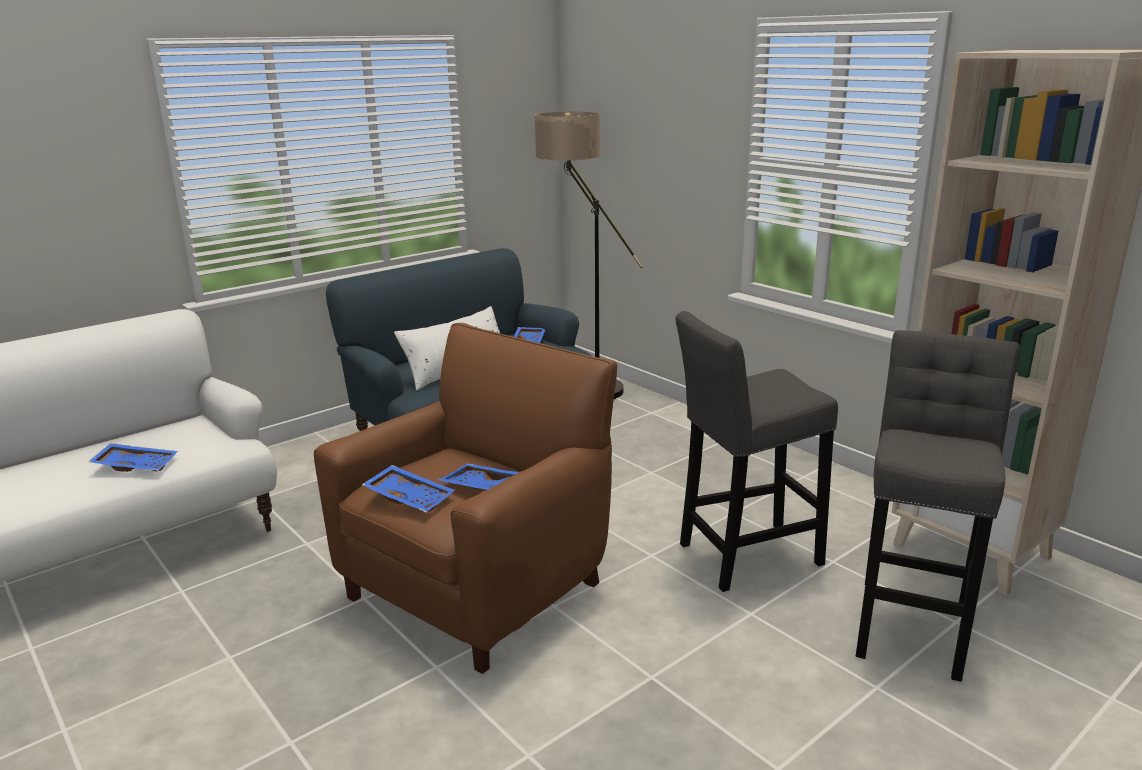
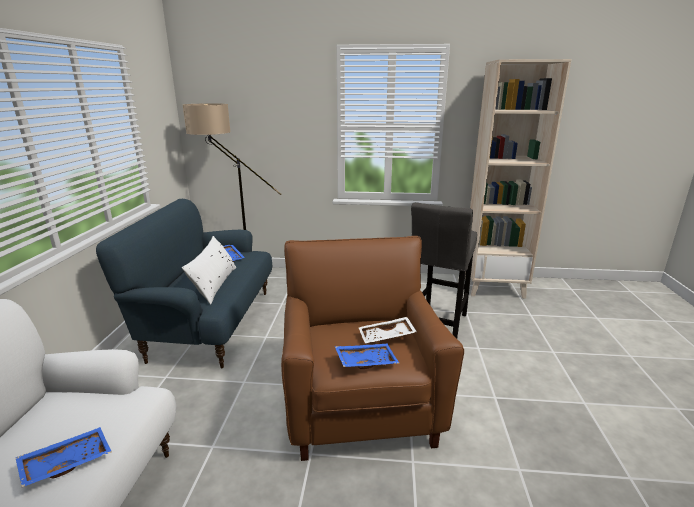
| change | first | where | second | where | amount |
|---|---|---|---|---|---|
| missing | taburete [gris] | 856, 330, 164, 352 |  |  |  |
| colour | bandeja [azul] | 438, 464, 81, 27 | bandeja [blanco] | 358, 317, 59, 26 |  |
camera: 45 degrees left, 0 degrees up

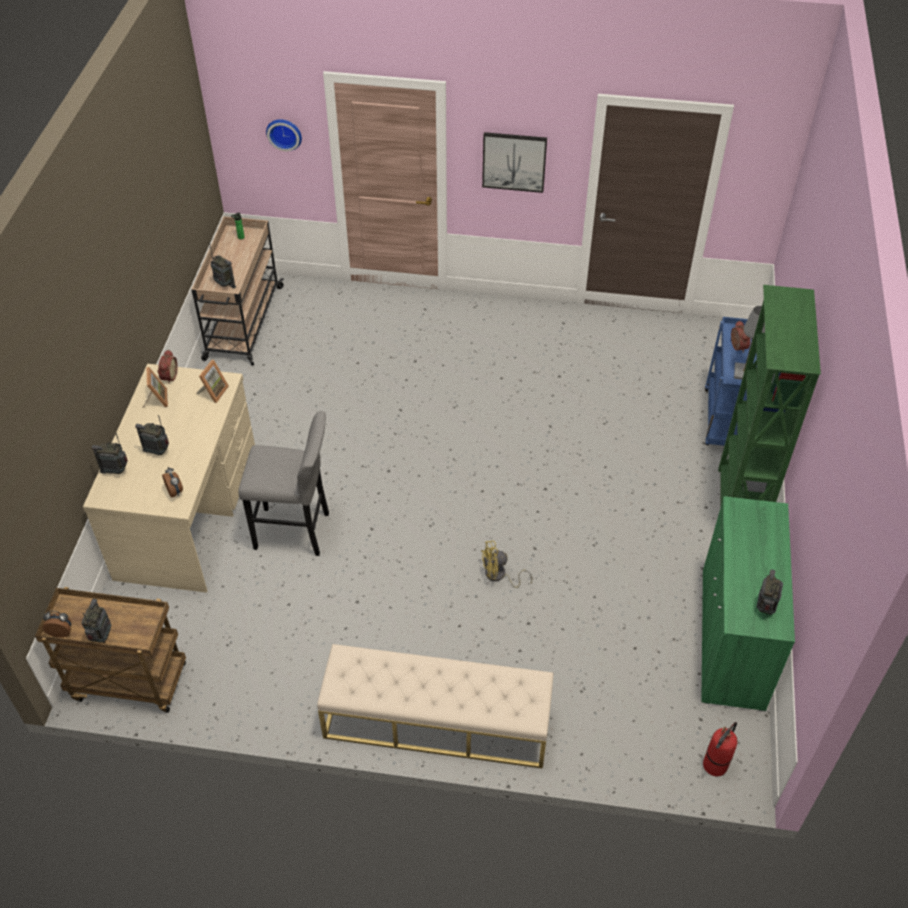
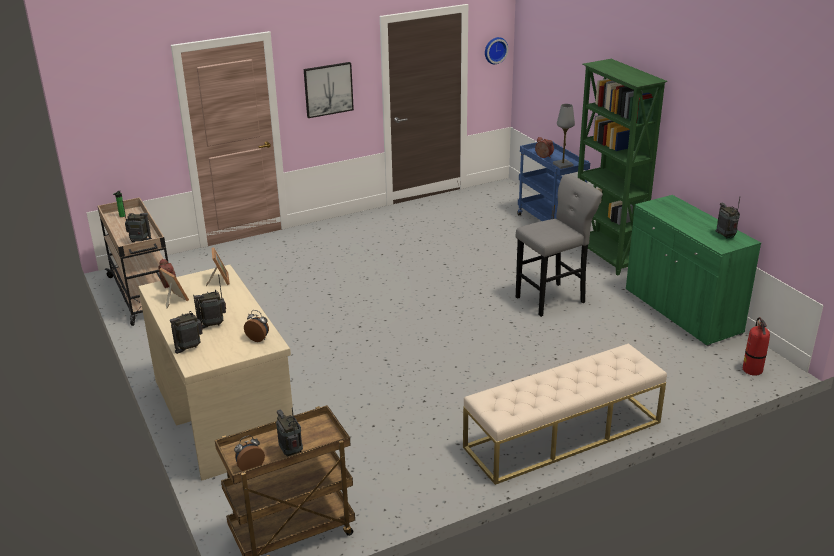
| change | first | where | second | where | amount |
|---|---|---|---|---|---|
| missing | ventilador [amarillo] | 481, 541, 51, 47 |  |  |  |
| relocated | taburete [gris] | 238, 411, 91, 145 |  | 515, 174, 88, 143 |  |
| relocated | reloj de pared | 266, 119, 36, 32 |  | 485, 37, 23, 27 |  |
camera: 35 degrees left, 20 degrees down

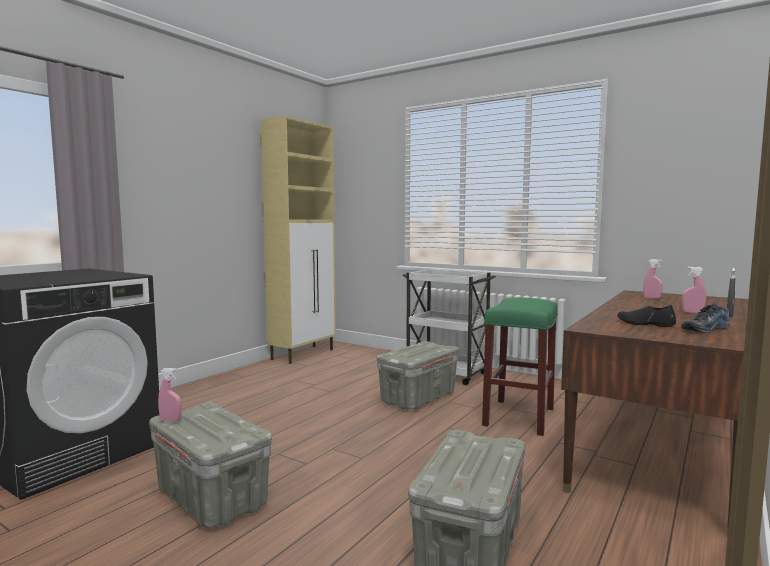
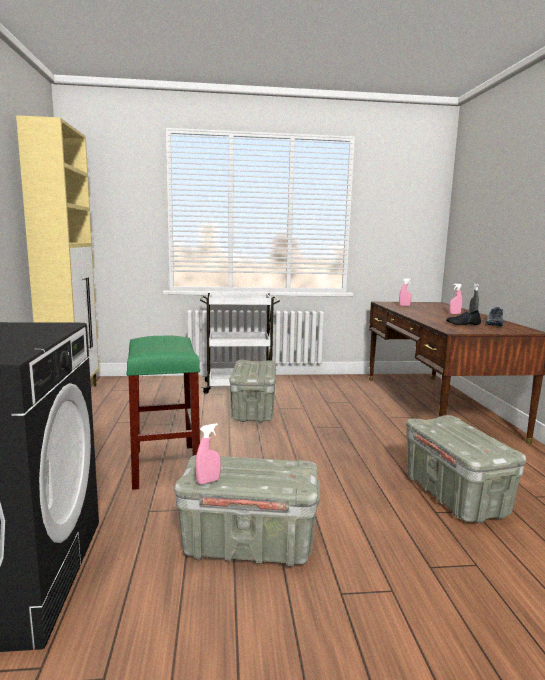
| change | first | where | second | where | amount |
|---|---|---|---|---|---|
| relocated | taburete [verde] | 482, 298, 76, 138 |  | 126, 335, 74, 155 |  |
camera: 40 degrees left, 5 degrees up

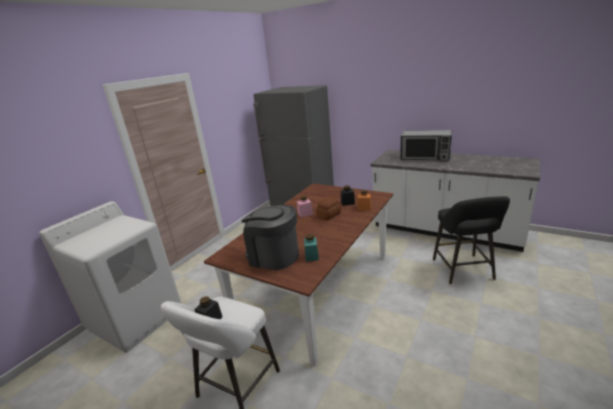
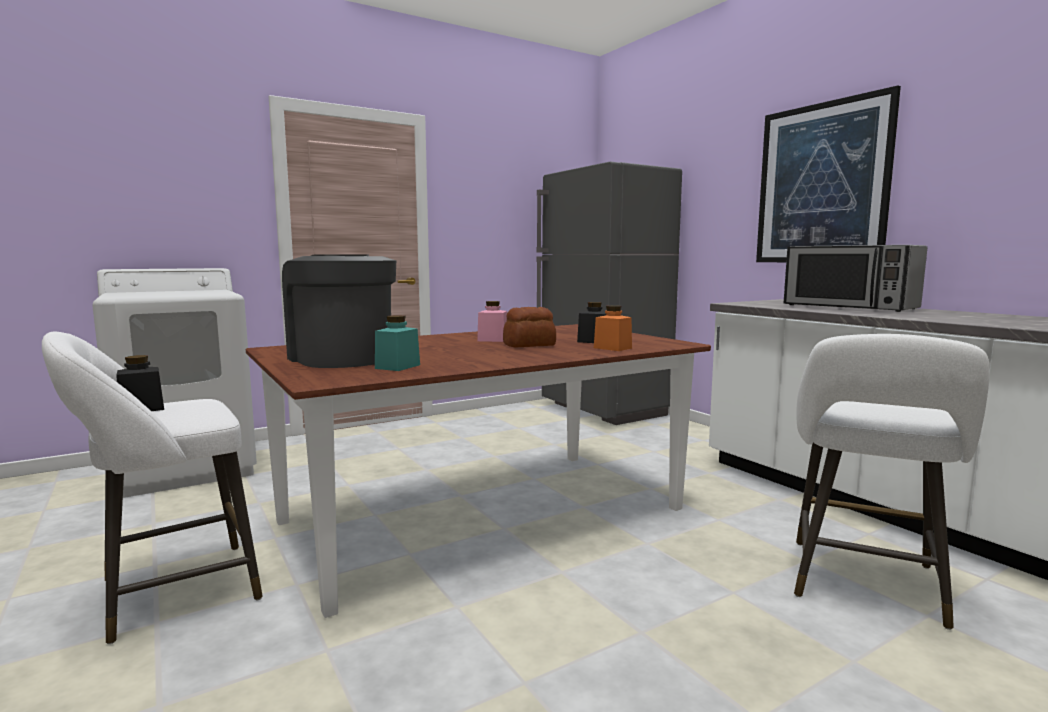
| change | first | where | second | where | amount |
|---|---|---|---|---|---|
| appeared |  |  | cuadro | 756, 85, 145, 177 |  |
| colour | taburete [negro] | 433, 196, 77, 88 | taburete [blanco] | 794, 334, 196, 296 |  |
camera: 25 degrees right, 15 degrees down

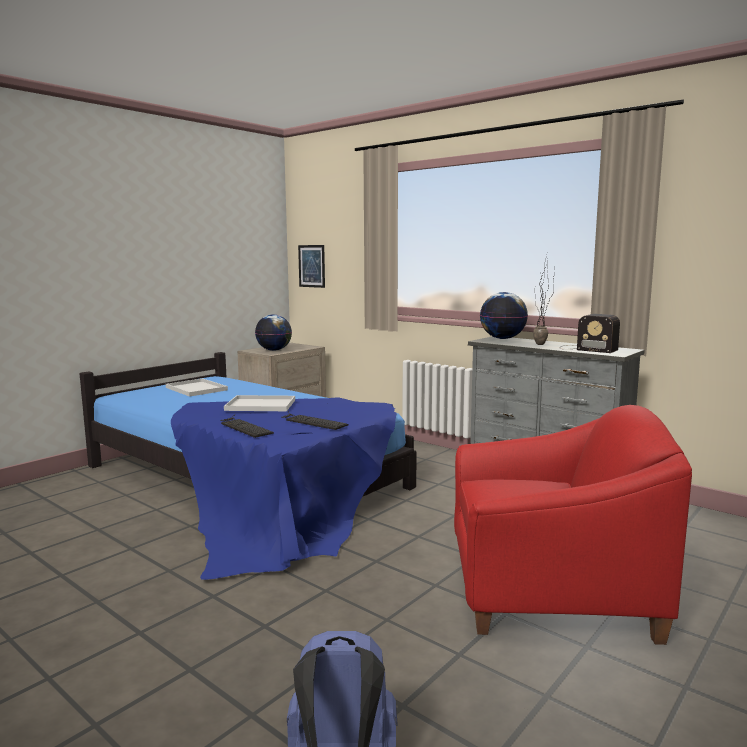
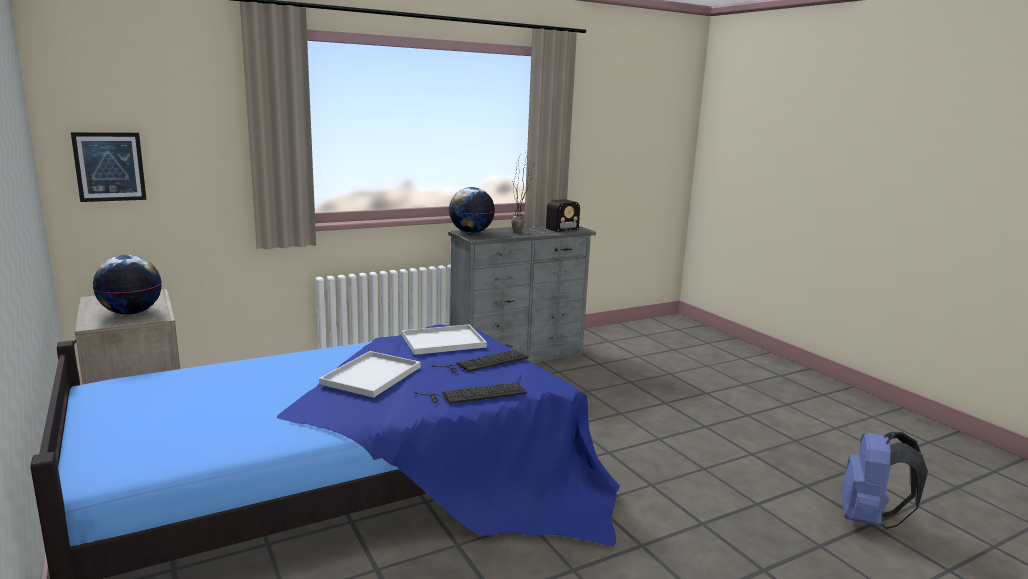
| change | first | where | second | where | amount |
|---|---|---|---|---|---|
| missing | sillón [rojo] | 454, 405, 238, 240 |  |  |  |
| relocated | bandeja [blanco] | 166, 378, 62, 19 |  | 402, 324, 85, 31 |  |
camera: 70 degrees left, 5 degrees up

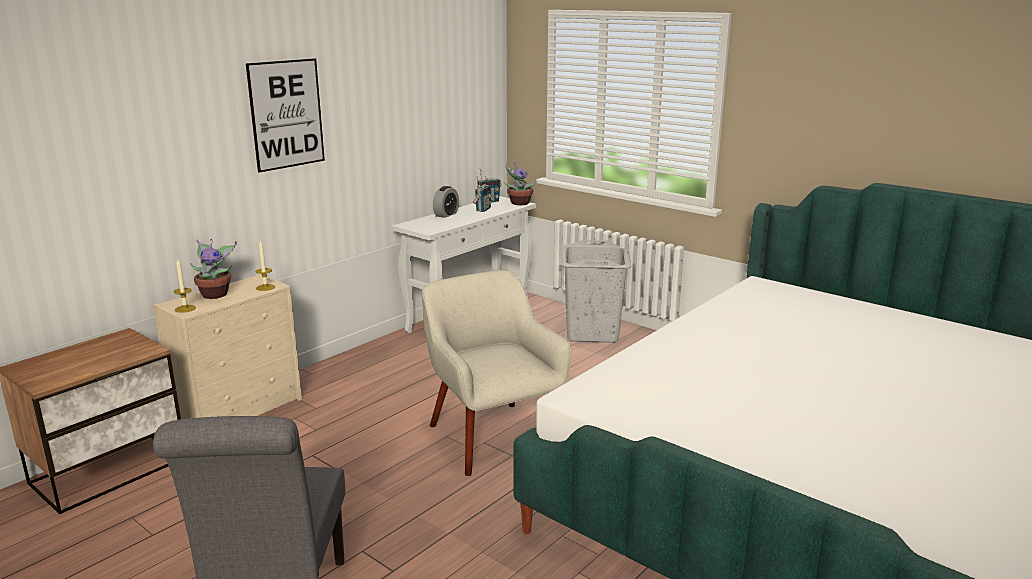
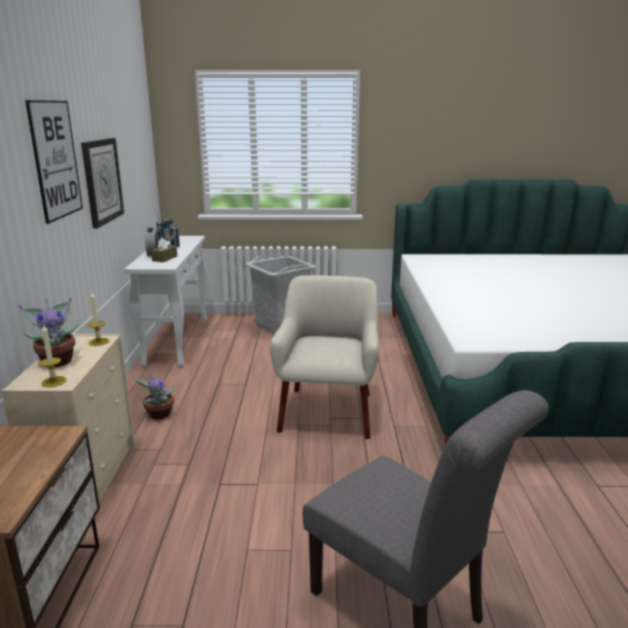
| change | first | where | second | where | amount |
|---|---|---|---|---|---|
| appeared |  |  | reloj de pared | 81, 138, 44, 90 |  |
| appeared |  |  | caja de pañuelos [marrón] | 151, 238, 26, 24 |  |
| relocated | planta en maceta | 504, 162, 33, 43 |  | 133, 373, 42, 47 |  |
| spun | sillón [beis] | 422, 270, 149, 206 |  | 270, 275, 109, 164 | 75 degrees clockwise |
camera: 40 degrees left, 0 degrees up

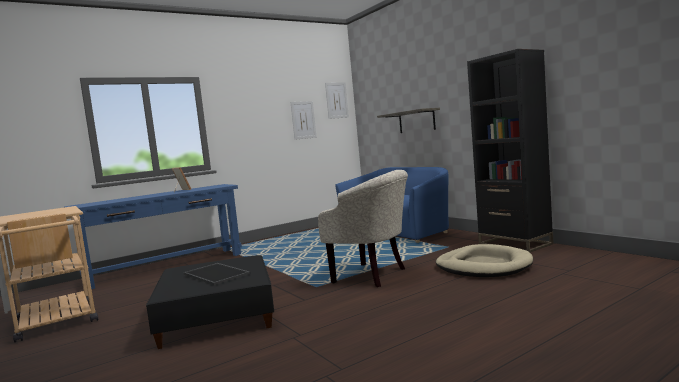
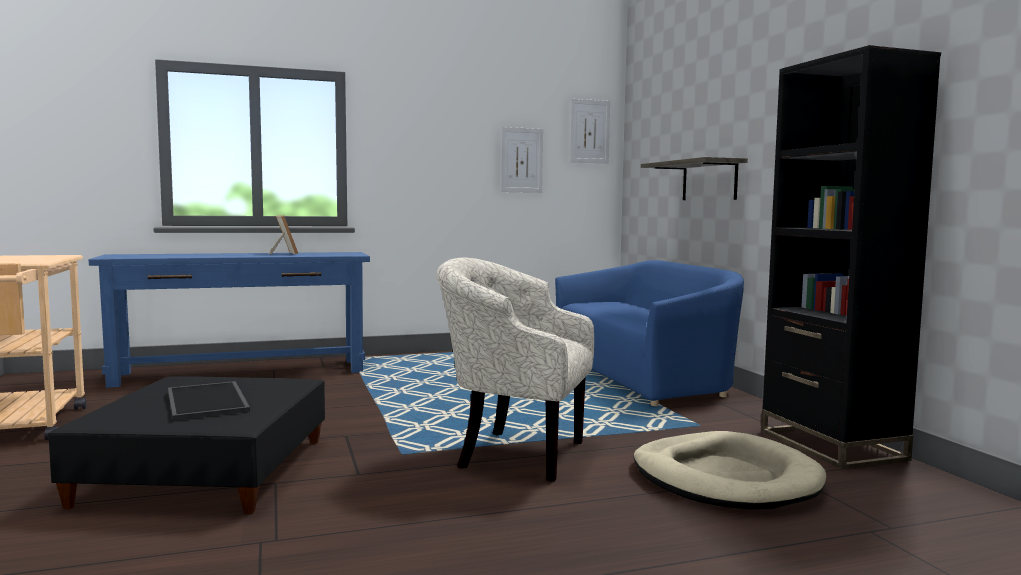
| change | first | where | second | where | amount |
|---|---|---|---|---|---|
| spun | sillón [beis] | 318, 170, 90, 117 |  | 436, 257, 158, 225 | 150 degrees clockwise |
camera: 15 degrees right, 0 degrees up

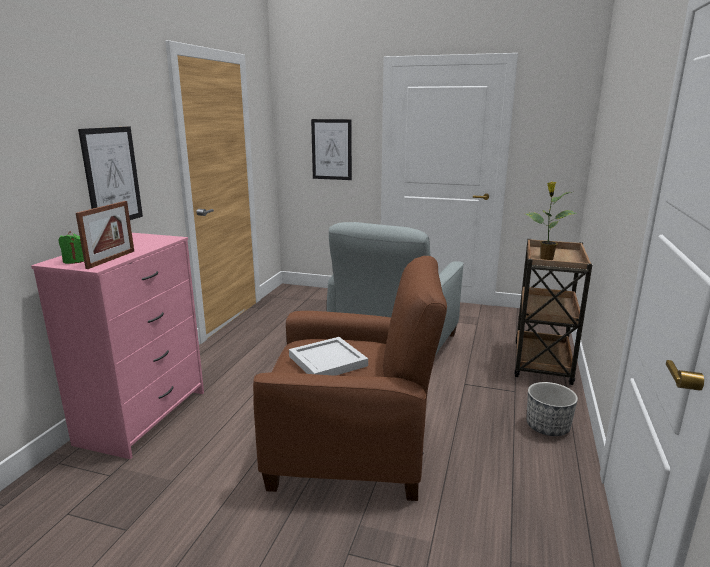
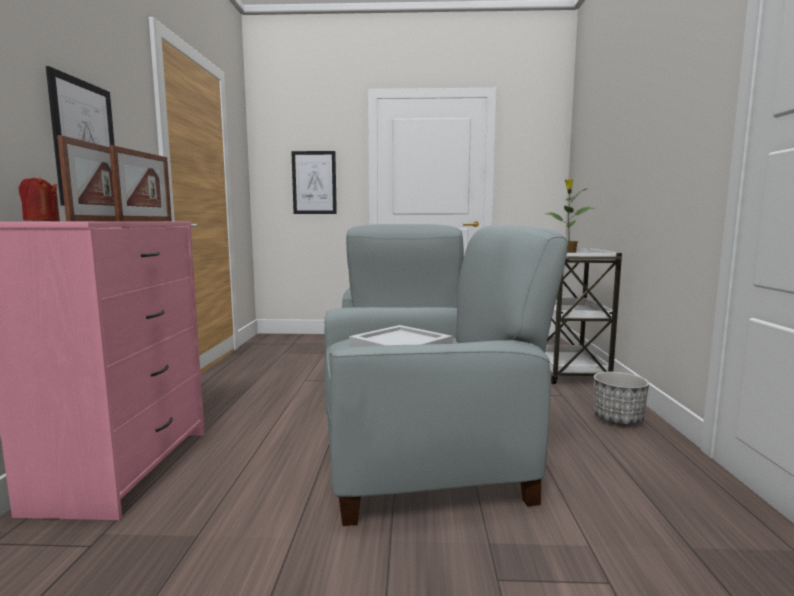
| change | first | where | second | where | amount |
|---|---|---|---|---|---|
| appeared |  |  | portarretratos | 109, 145, 63, 76 |  |
| colour | vela [verde] | 58, 231, 26, 33 | vela [rojo] | 19, 176, 41, 45 |  |
| colour | sillón [marrón] | 253, 256, 194, 245 | sillón [gris] | 324, 225, 244, 301 |  |
| colour | carrito [marrón] | 514, 239, 78, 146 | carrito [blanco] | 545, 248, 77, 136 |  |
camera: 15 degrees left, 10 degrees down

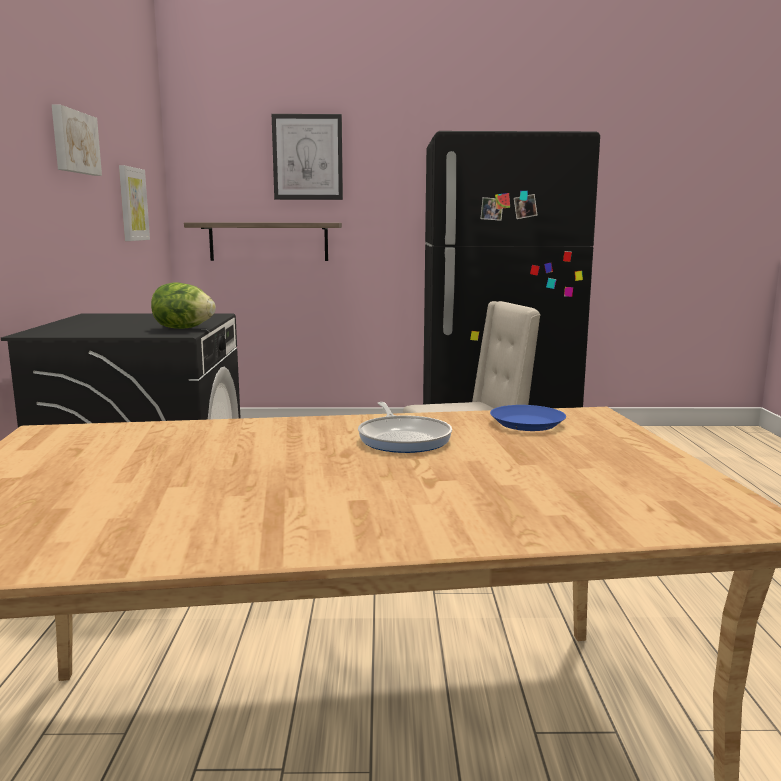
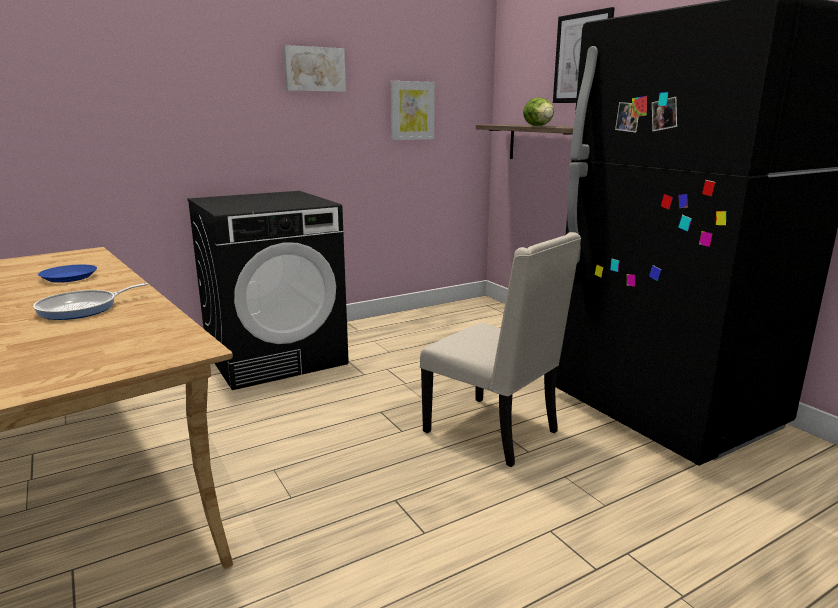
| change | first | where | second | where | amount |
|---|---|---|---|---|---|
| relocated | lechuga | 151, 283, 65, 46 |  | 523, 97, 31, 29 |  |
| relocated | plato [azul] | 490, 405, 76, 26 |  | 38, 264, 59, 19 |  |
camera: 60 degrees right, 5 degrees up

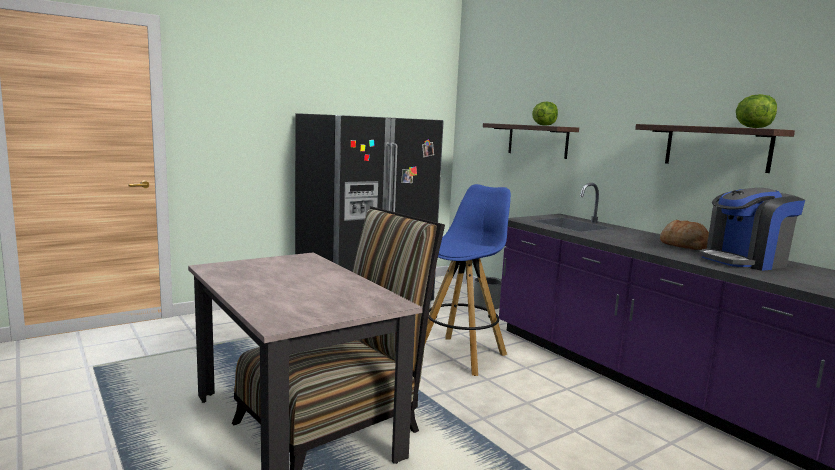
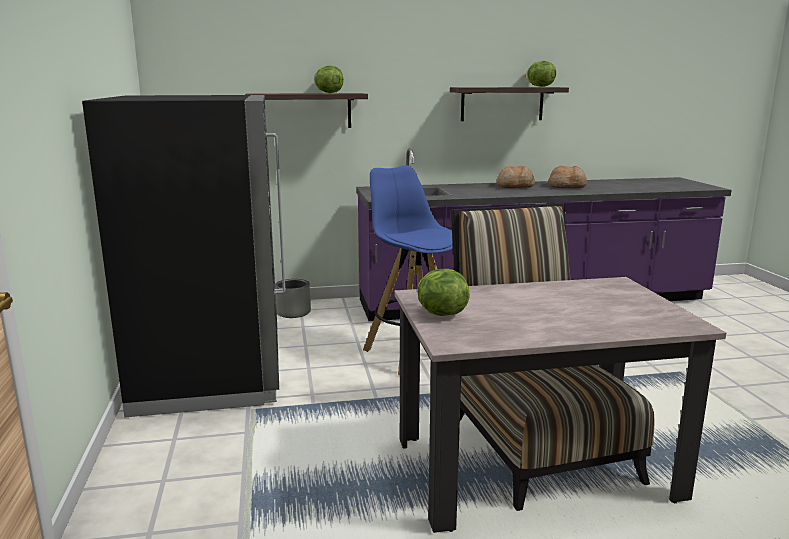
| change | first | where | second | where | amount |
|---|---|---|---|---|---|
| appeared |  |  | lechuga | 417, 269, 53, 47 |  |
| exchanged | cafetera | 699, 188, 106, 83 | pan | 548, 166, 39, 22 |  |
camera: 65 degrees left, 5 degrees up

